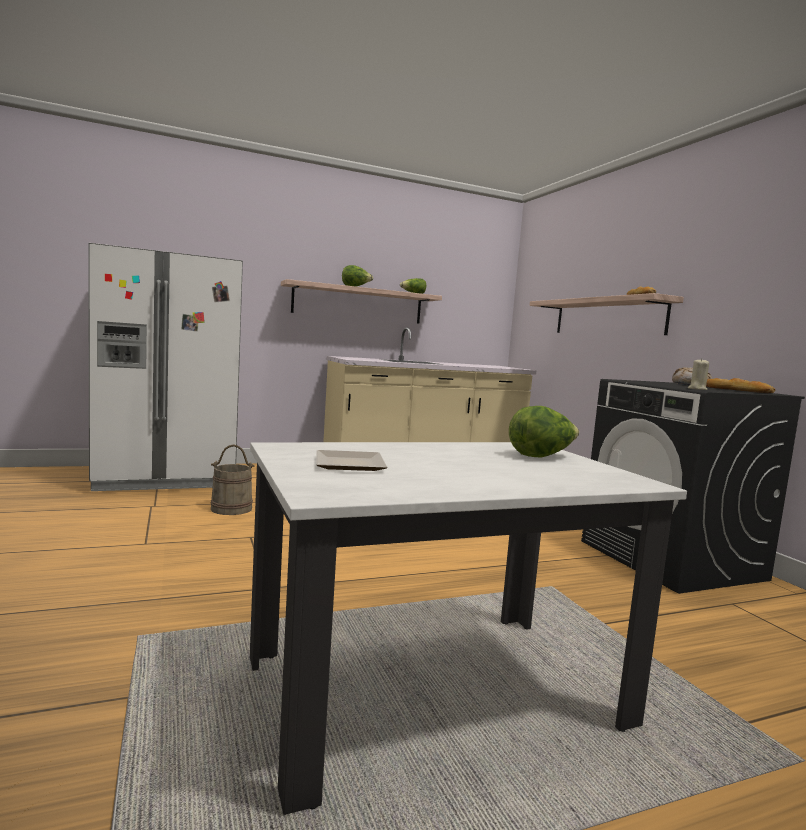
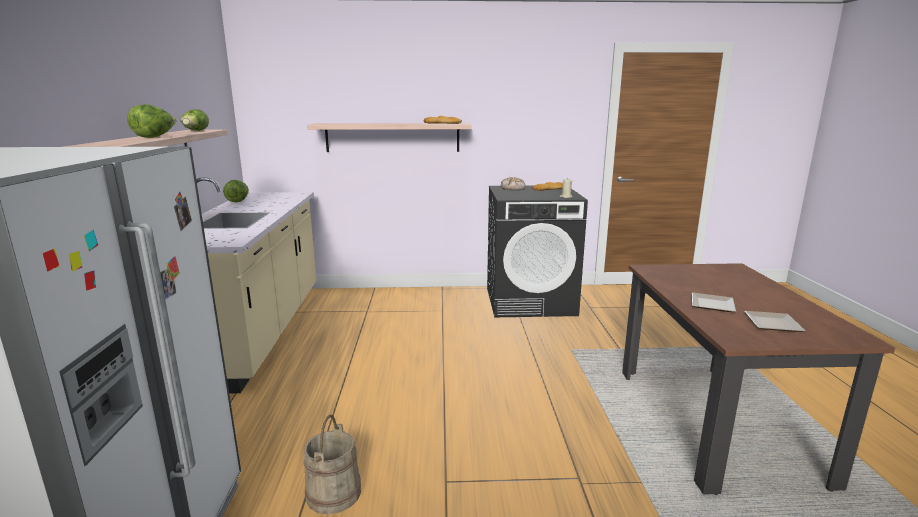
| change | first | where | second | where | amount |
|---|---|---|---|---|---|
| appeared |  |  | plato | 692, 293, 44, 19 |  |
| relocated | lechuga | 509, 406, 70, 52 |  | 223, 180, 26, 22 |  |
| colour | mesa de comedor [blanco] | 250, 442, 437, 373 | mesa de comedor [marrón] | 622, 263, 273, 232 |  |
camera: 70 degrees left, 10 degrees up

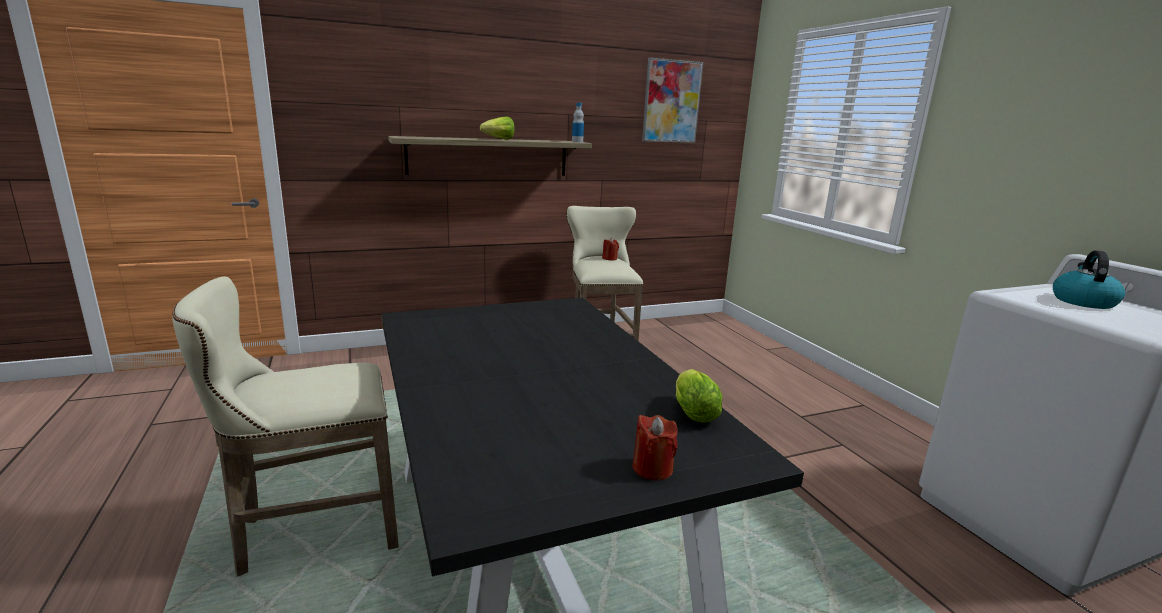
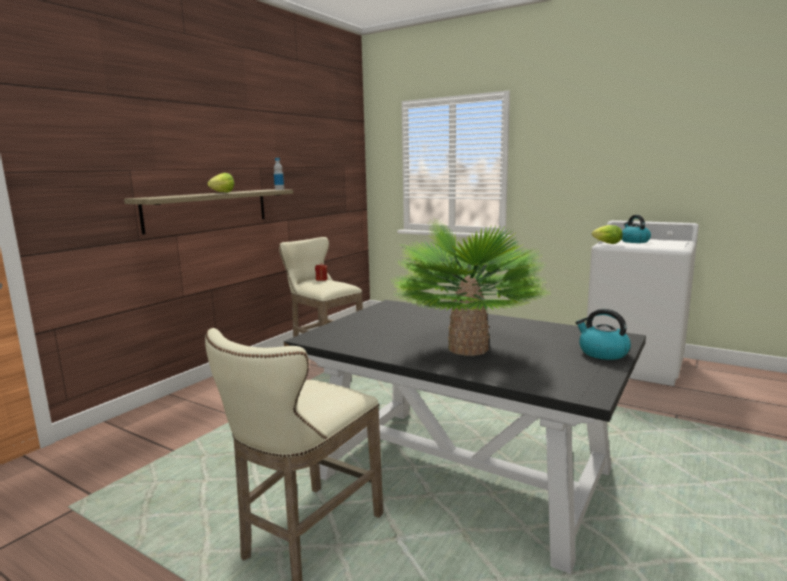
| change | first | where | second | where | amount |
|---|---|---|---|---|---|
| missing | cuadro | 642, 57, 61, 86 |  |  |  |
| appeared |  |  | planta en maceta | 389, 218, 163, 138 |  |
| relocated | lechuga | 676, 369, 47, 54 |  | 592, 225, 31, 19 |  |
| exchanged | vela [rojo] | 632, 415, 46, 66 | hervidor | 575, 309, 56, 51 |  |
camera: 35 degrees left, 5 degrees down

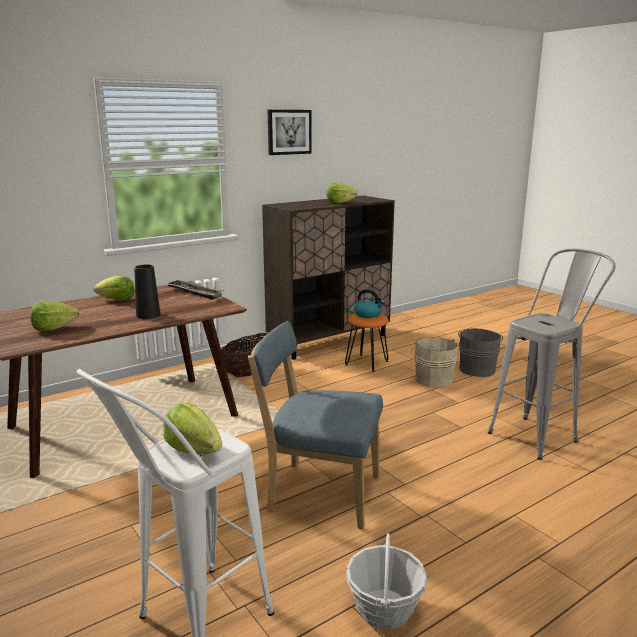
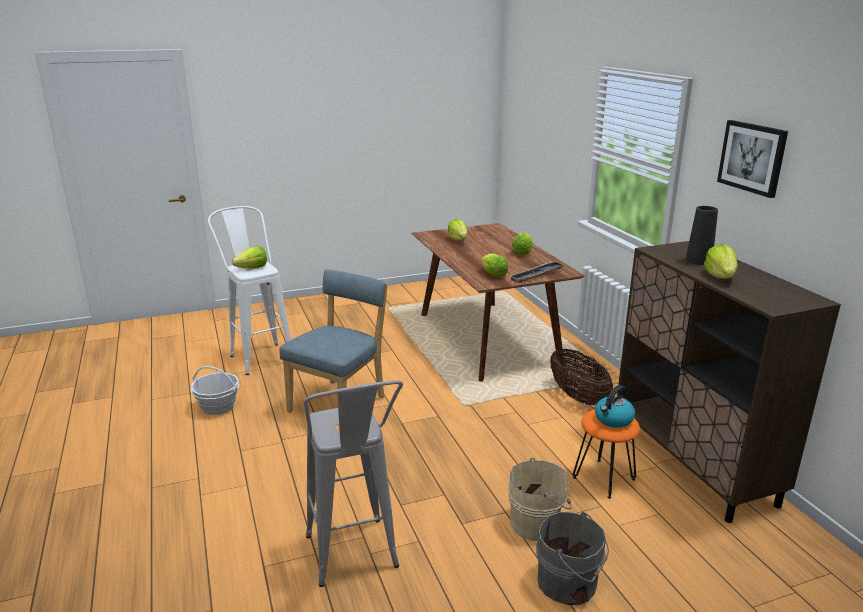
| change | first | where | second | where | amount |
|---|---|---|---|---|---|
| appeared |  |  | lechuga | 482, 254, 26, 24 |  |
| relocated | florero [negro] | 134, 264, 27, 55 |  | 685, 206, 33, 59 |  |
camera: 105 degrees right, 5 degrees up

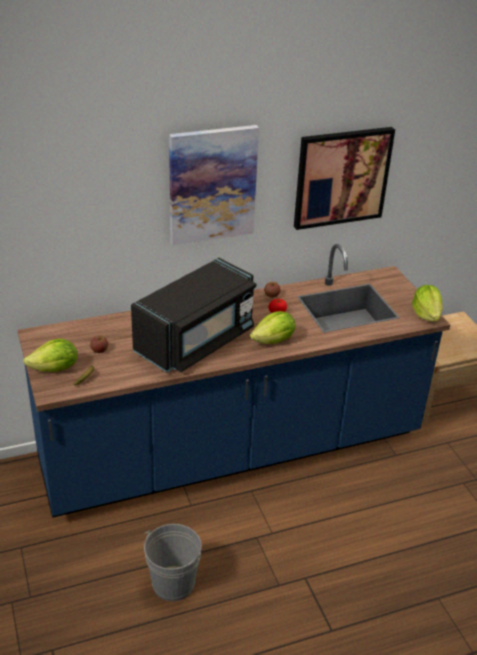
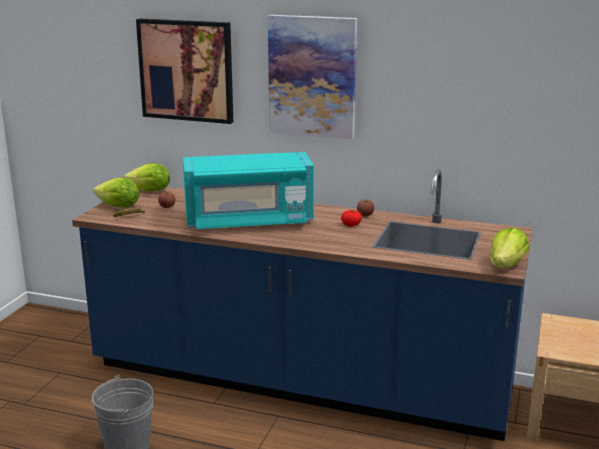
| change | first | where | second | where | amount |
|---|---|---|---|---|---|
| relocated | lechuga | 250, 311, 45, 33 |  | 124, 163, 46, 28 |  |
| relocated | cuadro | 294, 127, 101, 103 |  | 136, 18, 97, 106 |  |
| colour | microondas [negro] | 131, 258, 125, 114 | microondas [turquesa] | 183, 152, 131, 77 |  |
camera: 40 degrees right, 15 degrees down

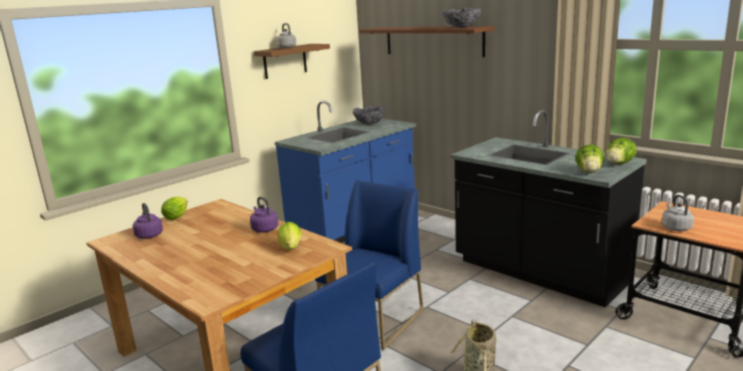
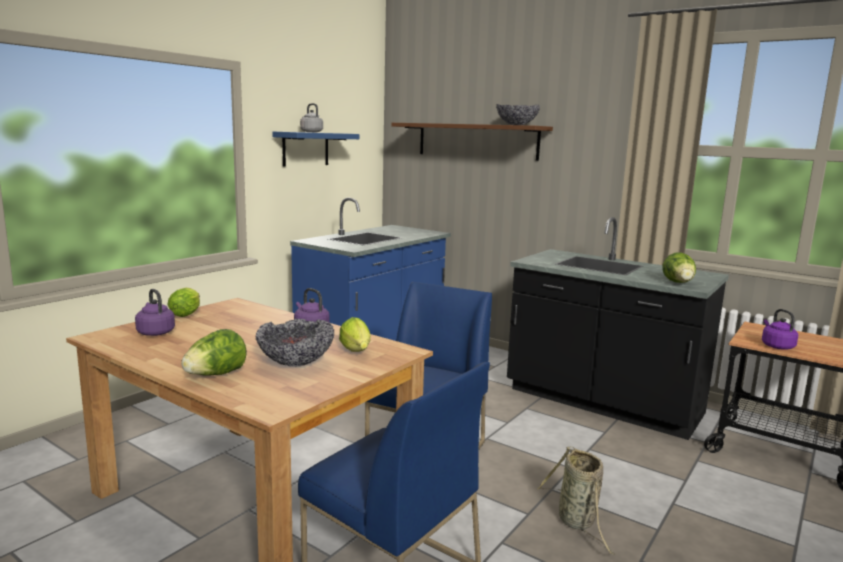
| change | first | where | second | where | amount |
|---|---|---|---|---|---|
| relocated | cuenco | 353, 106, 33, 19 |  | 256, 319, 78, 47 |  |
| relocated | lechuga | 606, 138, 31, 26 |  | 181, 329, 66, 47 |  |
| colour | estante [marrón] | 253, 44, 77, 35 | estante [azul] | 272, 131, 87, 35 |  |
| colour | hervidor [gris] | 662, 195, 32, 36 | hervidor [morado] | 762, 309, 36, 40 |  |
camera: 10 degrees left, 5 degrees down

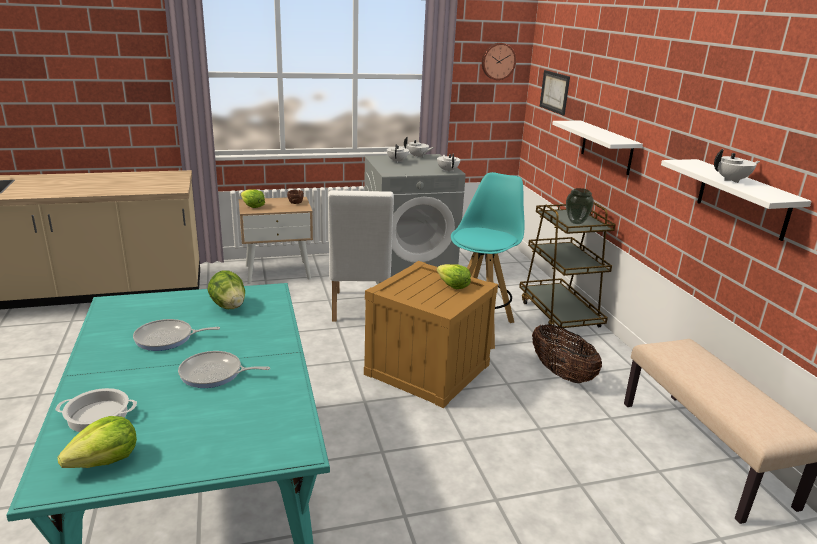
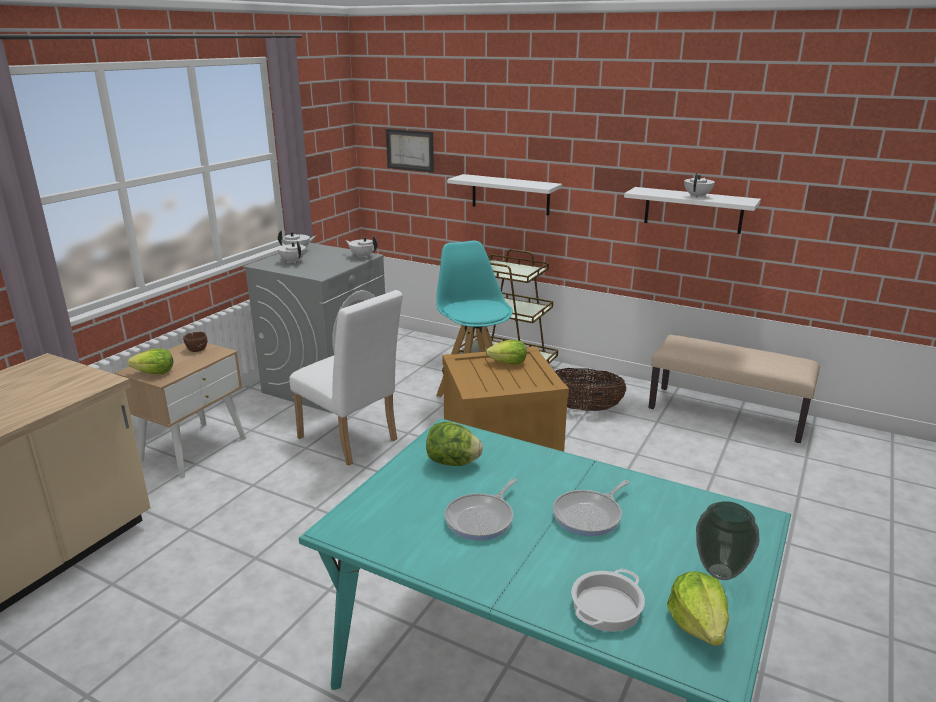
| change | first | where | second | where | amount |
|---|---|---|---|---|---|
| missing | reloj de pared | 482, 43, 34, 37 |  |  |  |
| relocated | florero | 566, 188, 28, 36 |  | 696, 501, 64, 79 |  |
camera: 45 degrees left, 0 degrees up

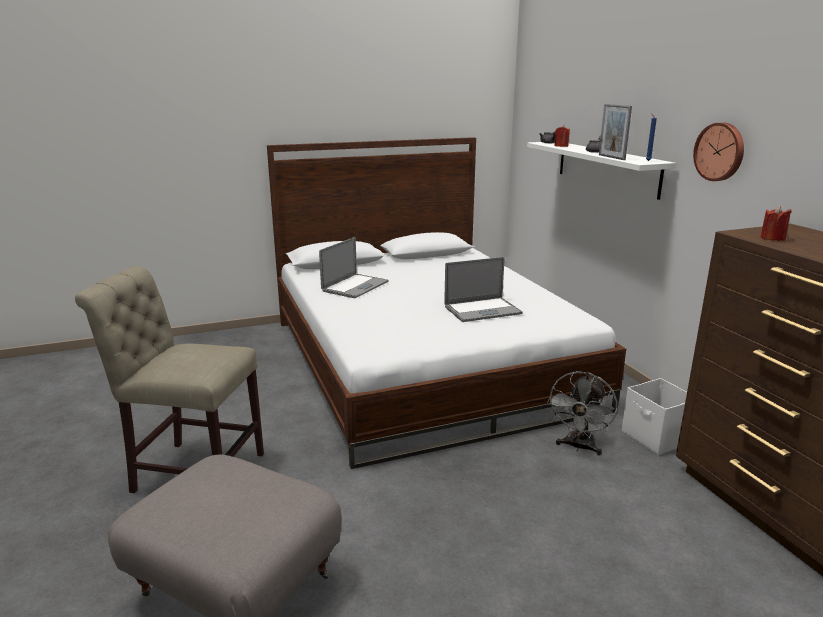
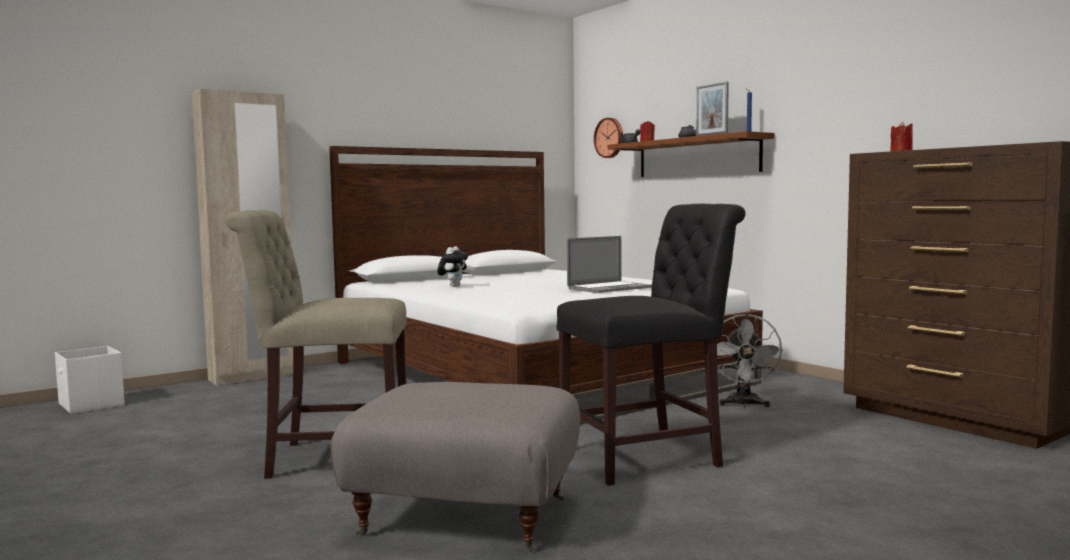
| change | first | where | second | where | amount |
|---|---|---|---|---|---|
| appeared |  |  | armario ropero [beis] | 192, 89, 101, 297 |  |
| appeared |  |  | silla [negro] | 556, 204, 189, 282 |  |
| relocated | caja de almacenaje [blanco] | 622, 378, 65, 77 |  | 55, 346, 70, 68 |  |
| relocated | reloj de pared | 693, 123, 51, 58 |  | 594, 118, 29, 40 |  |
| exchanged | portátil | 319, 237, 70, 61 | peluche | 437, 246, 31, 41 |  |
| colour | estante [blanco] | 527, 142, 149, 58 | estante [marrón] | 607, 131, 167, 46 |  |
camera: 15 degrees left, 15 degrees down

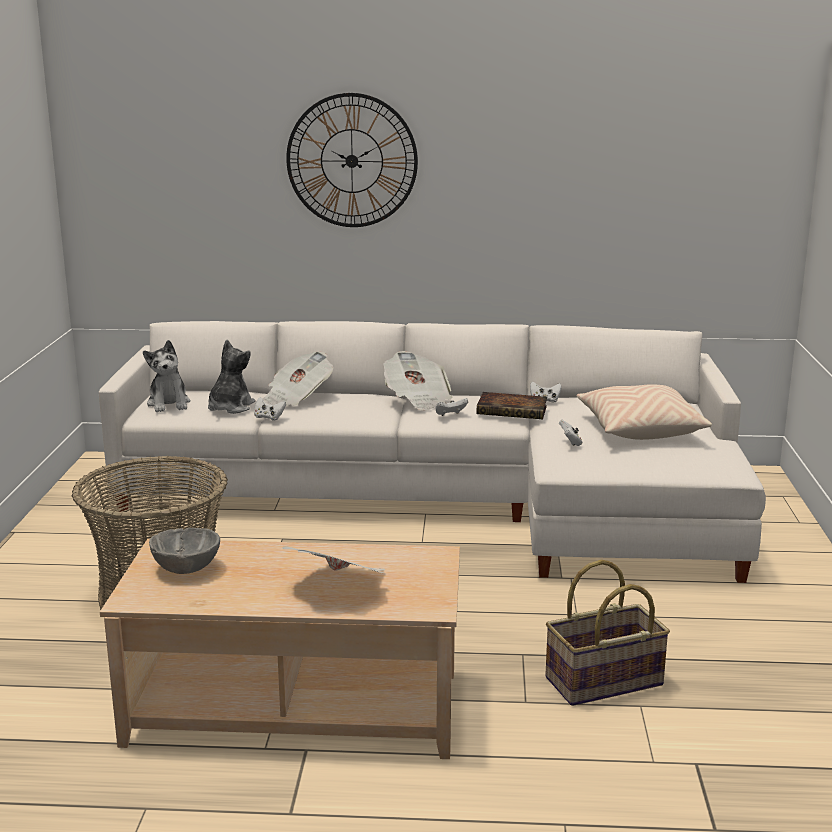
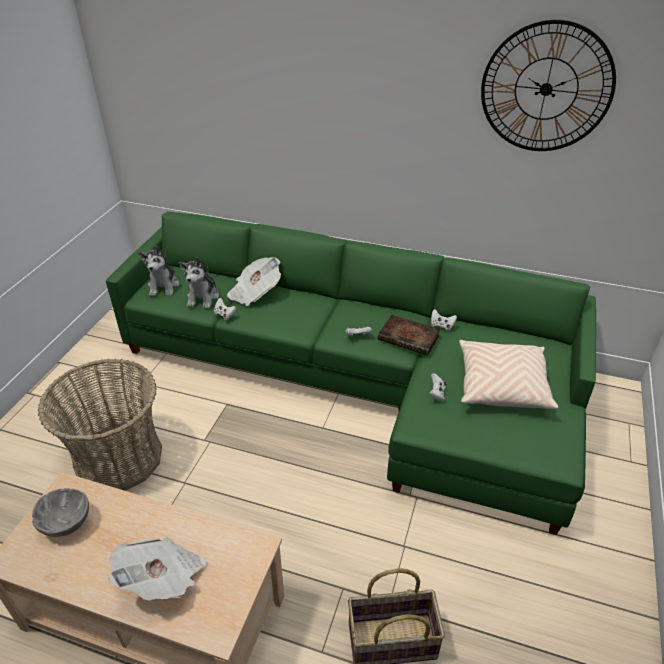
| change | first | where | second | where | amount |
|---|---|---|---|---|---|
| missing | periódico | 383, 351, 69, 60 |  |  |  |
| relocated | reloj de pared | 286, 93, 132, 134 |  | 481, 20, 135, 131 |  |
| colour | sofá [blanco] | 99, 321, 667, 262 | sofá [verde] | 106, 212, 490, 323 |  |
| spun | peluche | 208, 340, 47, 74 |  | 179, 257, 40, 52 | 150 degrees clockwise |
camera: 15 degrees right, 20 degrees up

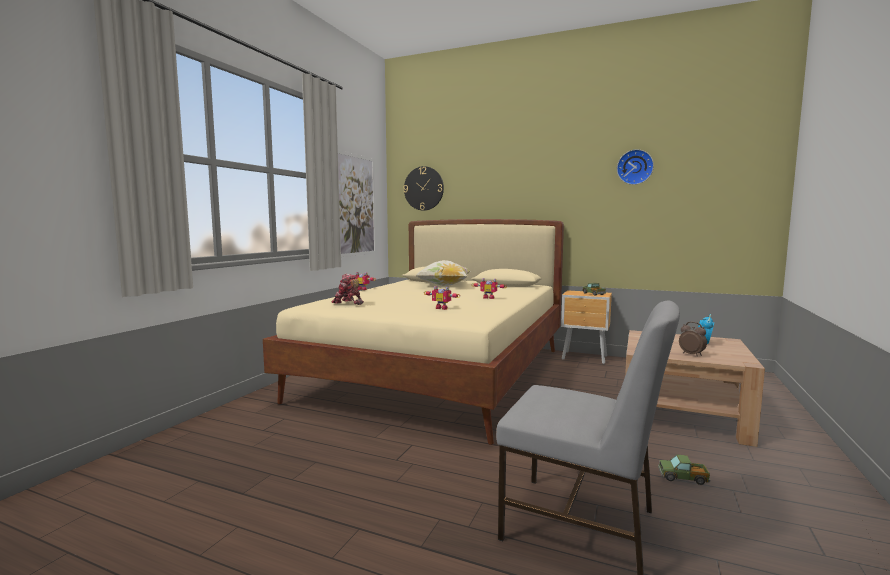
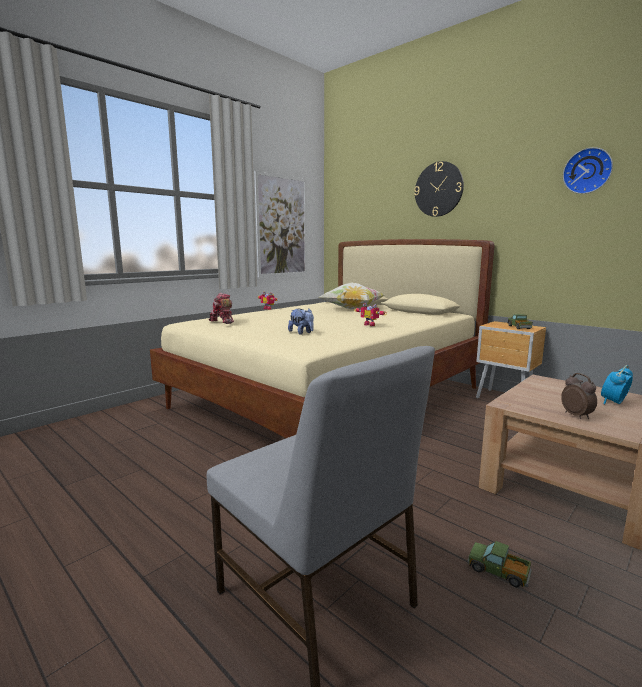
| change | first | where | second | where | amount |
|---|---|---|---|---|---|
| relocated | reloj de pared | 403, 166, 41, 45 |  | 414, 161, 50, 56 |  |
| exchanged | robot de juguete | 424, 286, 36, 24 | peluche | 288, 309, 26, 26 |  |
camera: 20 degrees right, 5 degrees up

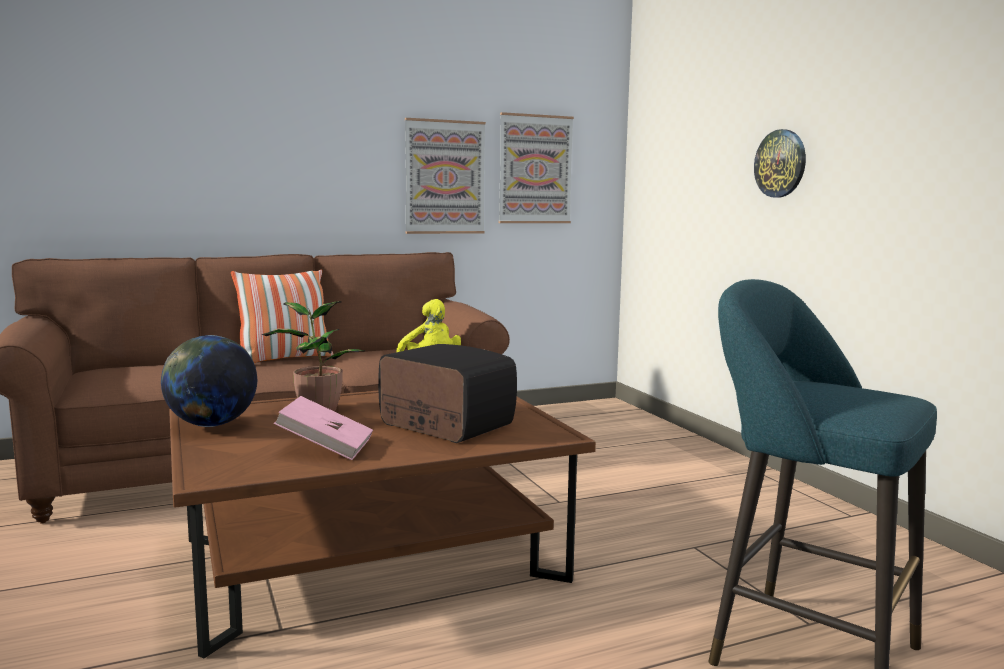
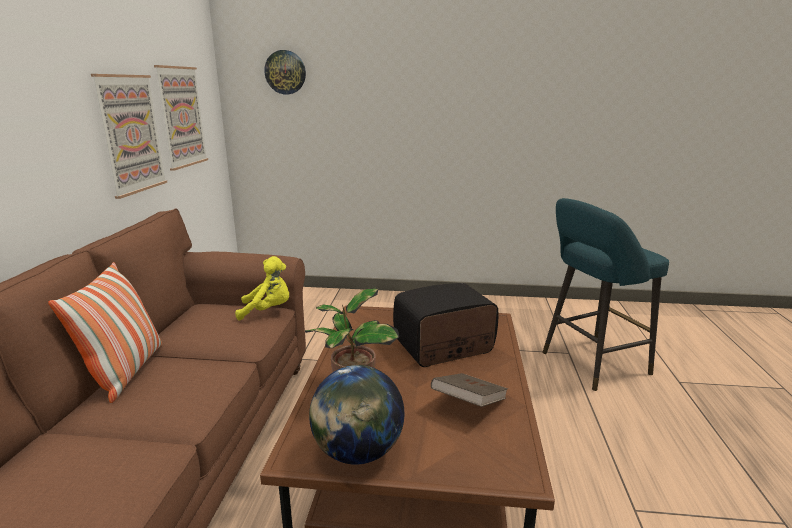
| change | first | where | second | where | amount |
|---|---|---|---|---|---|
| relocated | reloj de pared | 754, 129, 52, 68 |  | 264, 50, 42, 44 |  |
| colour | libro [rosa] | 274, 396, 99, 64 | libro [marrón] | 431, 373, 77, 34 |  |
camera: 60 degrees left, 10 degrees up

